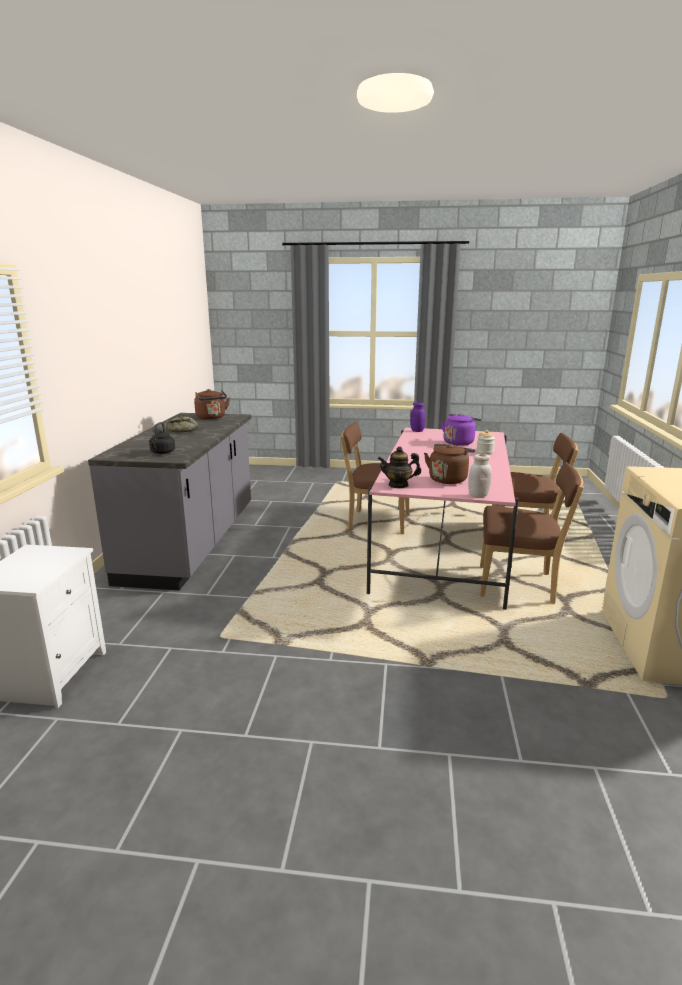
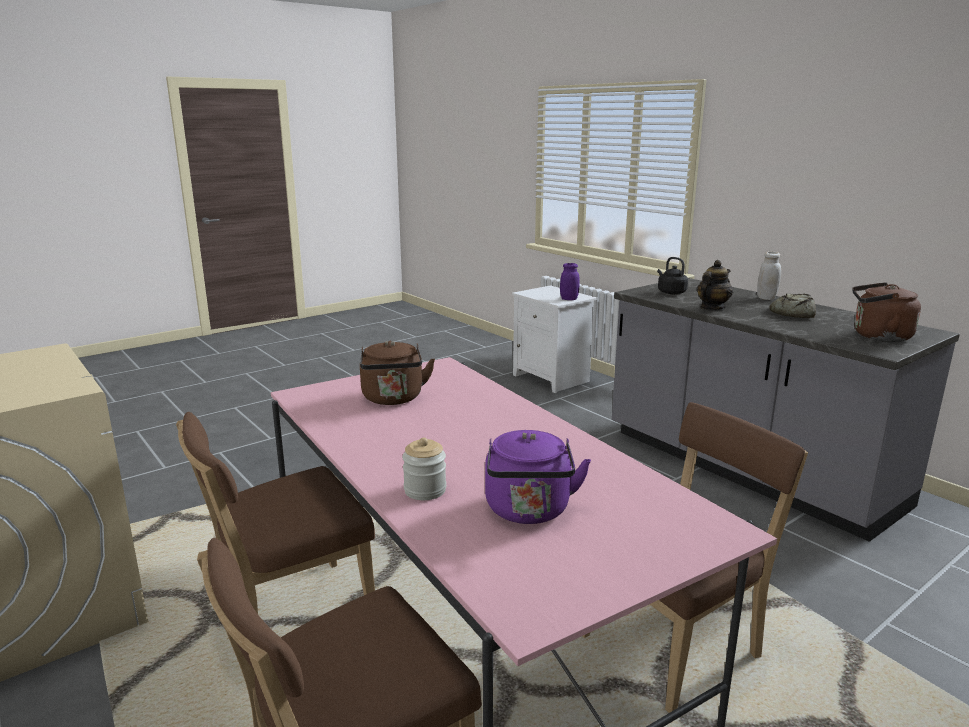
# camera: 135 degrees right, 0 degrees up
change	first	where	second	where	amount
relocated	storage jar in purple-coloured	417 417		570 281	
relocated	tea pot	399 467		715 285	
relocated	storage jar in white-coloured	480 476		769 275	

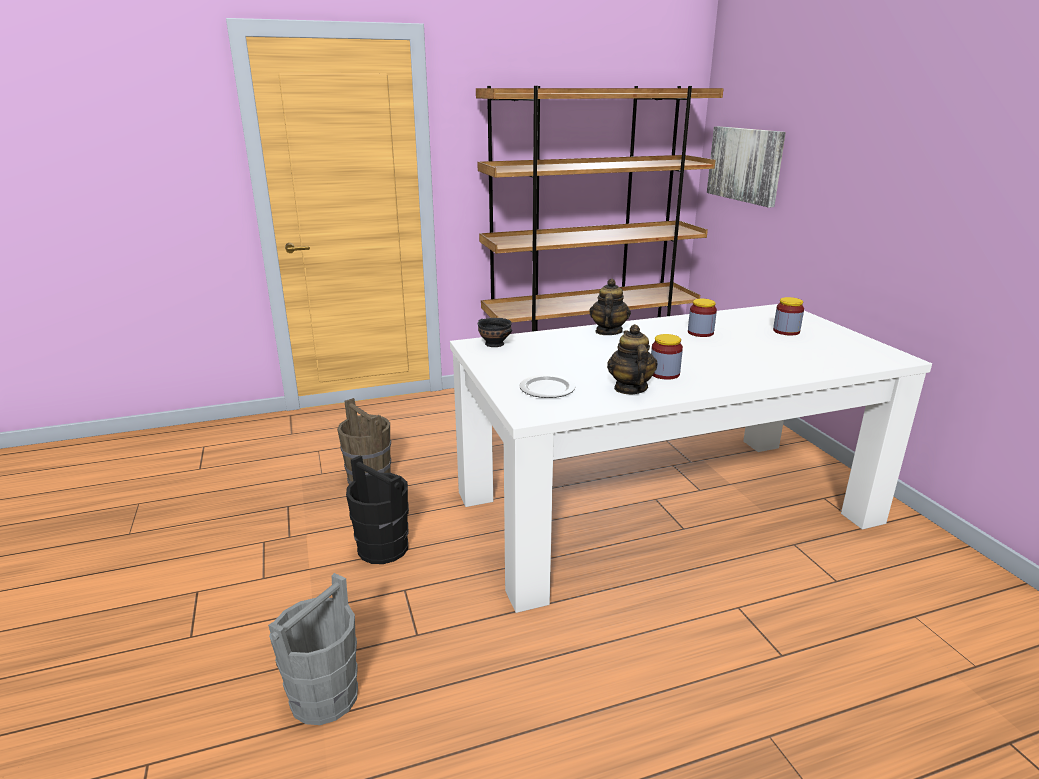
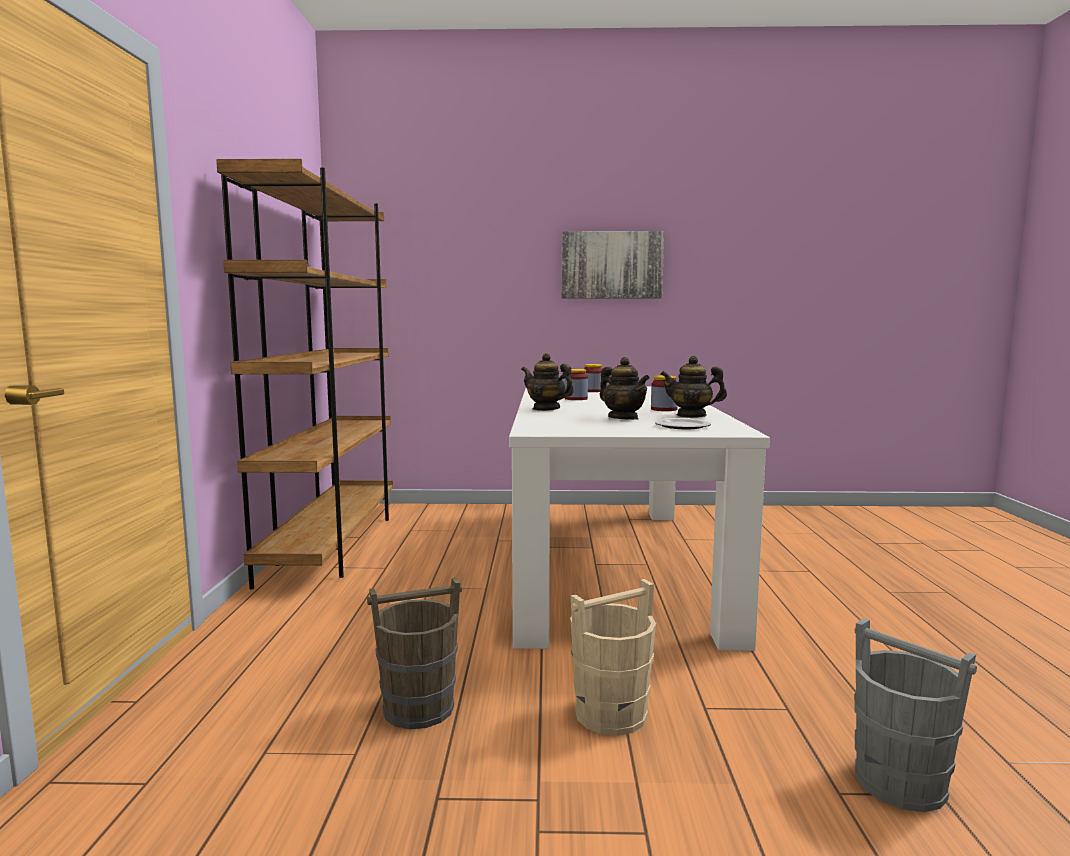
# camera: 70 degrees left, 15 degrees down
change	first	where	second	where	amount
relocated	wall art	746 167		612 264	
colour	water bucket in black-coloured	377 509	water bucket in beige-coloured	613 657	
appeared			tea pot	625 388	
missing	bowl in black-coloured	495 332			

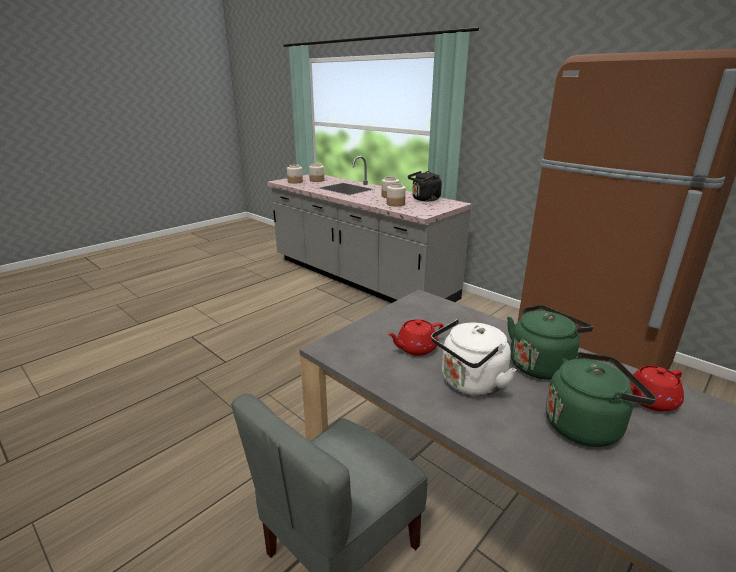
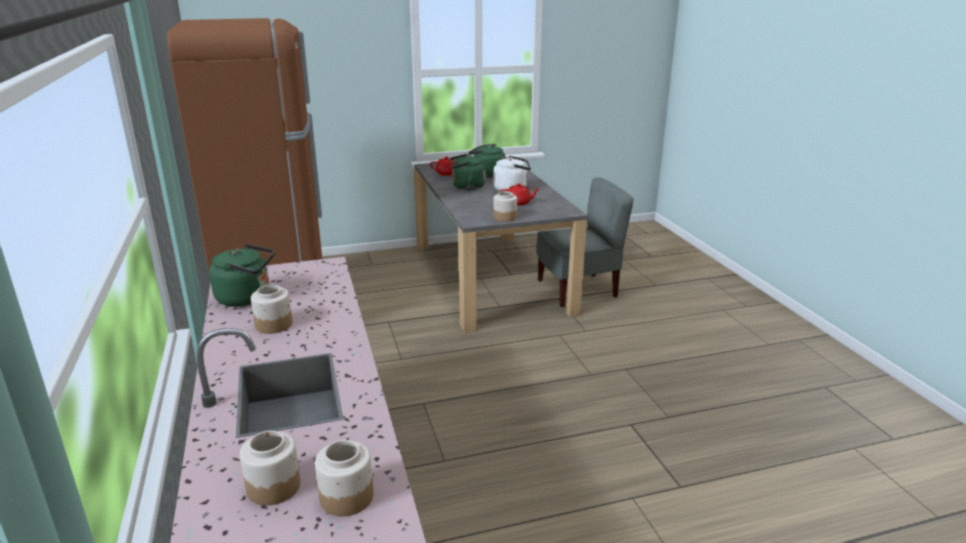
# camera: 150 degrees left, 0 degrees up
change	first	where	second	where	amount
colour	tea kettle in black-coloured	425 186	tea kettle in green-coloured	242 275	
relocated	storage jar	396 195		505 206	

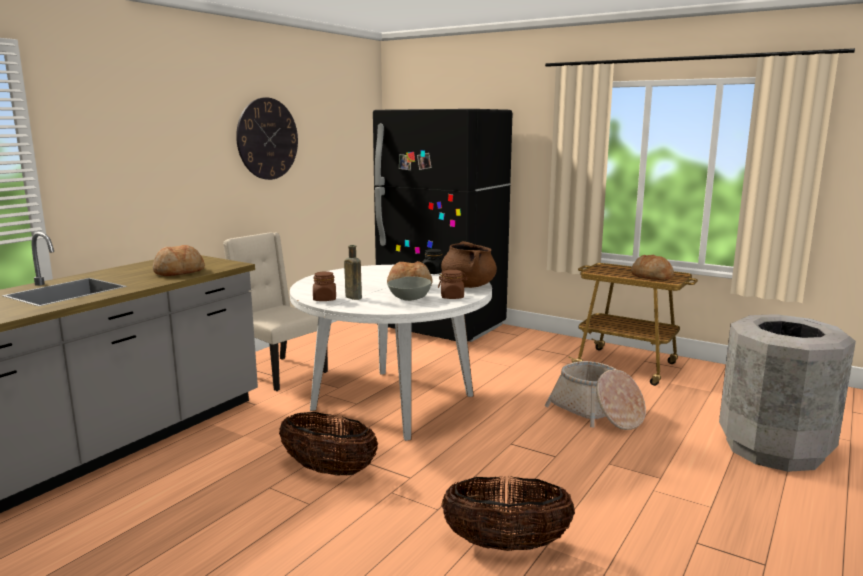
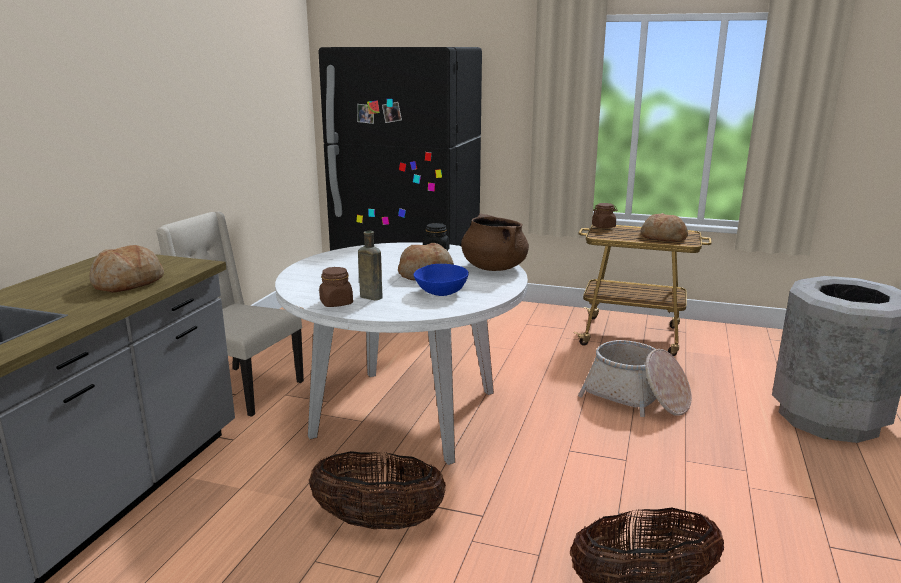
# camera: 15 degrees left, 5 degrees up
change	first	where	second	where	amount
colour	bowl in grey	409 288	bowl in blue	441 280	
relocated	storage jar in brownish	453 284		604 215	
missing	clock on the wall	267 139			

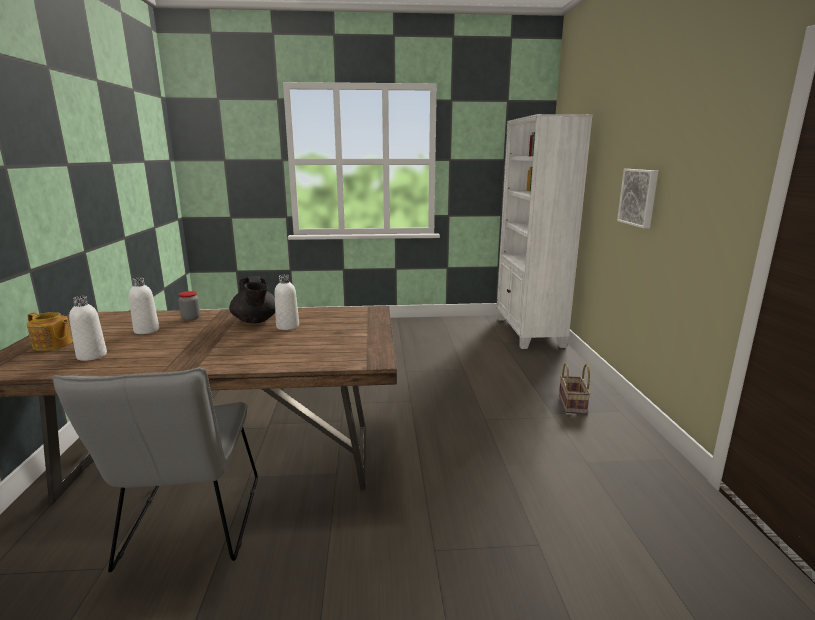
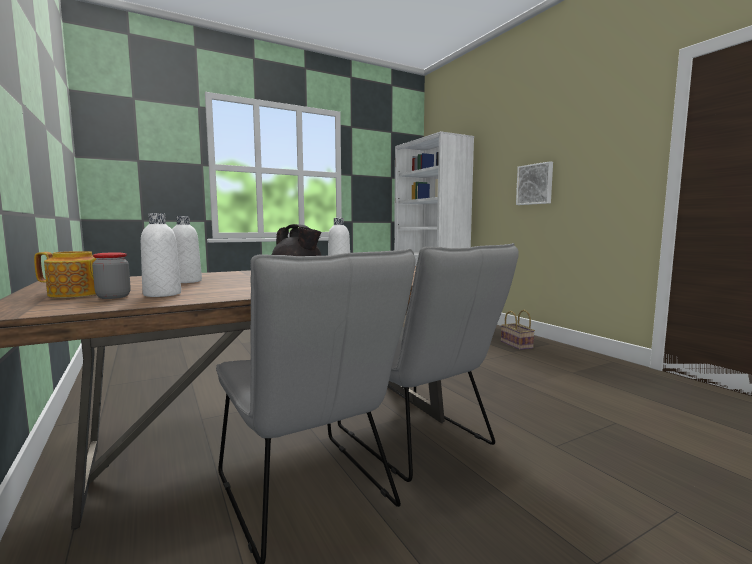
# camera: 25 degrees left, 10 degrees down
change	first	where	second	where	amount
relocated	storage jar	189 306		111 275	
appeared			upright chair in grey	428 362	

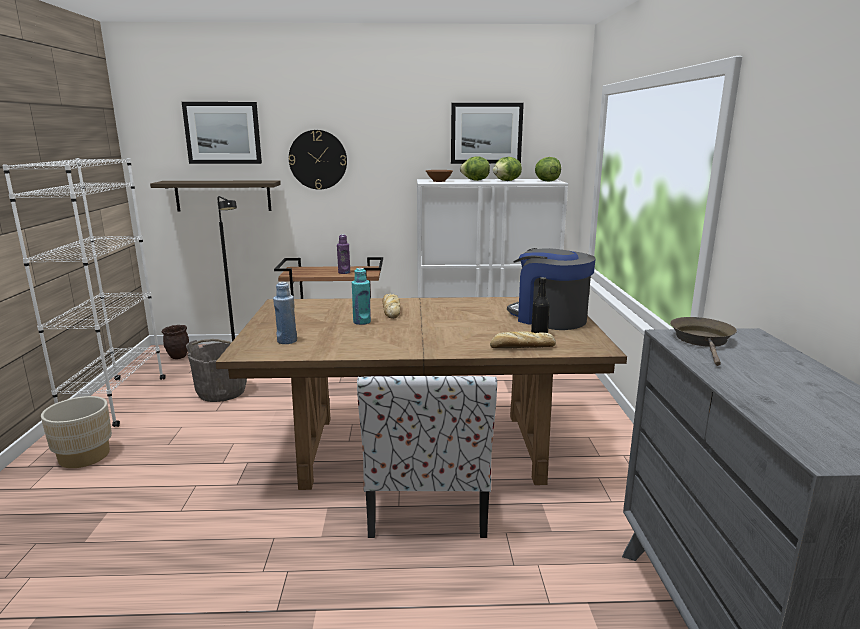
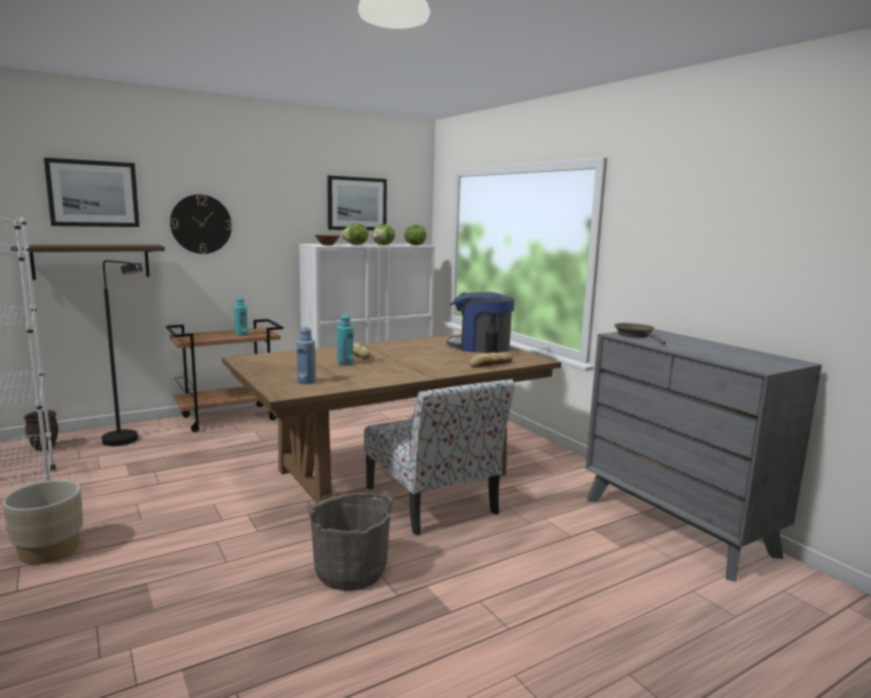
# camera: 30 degrees left, 5 degrees down
change	first	where	second	where	amount
colour	drink bottle in purple-coloured	343 254	drink bottle in turquoise-coloured	241 316	
relocated	water bucket in grey	216 370		350 541	

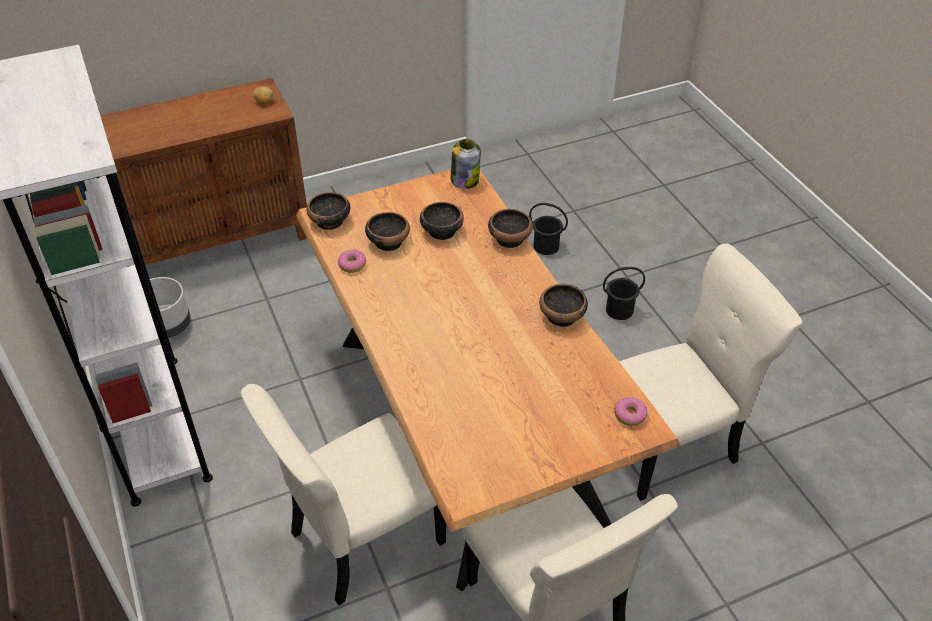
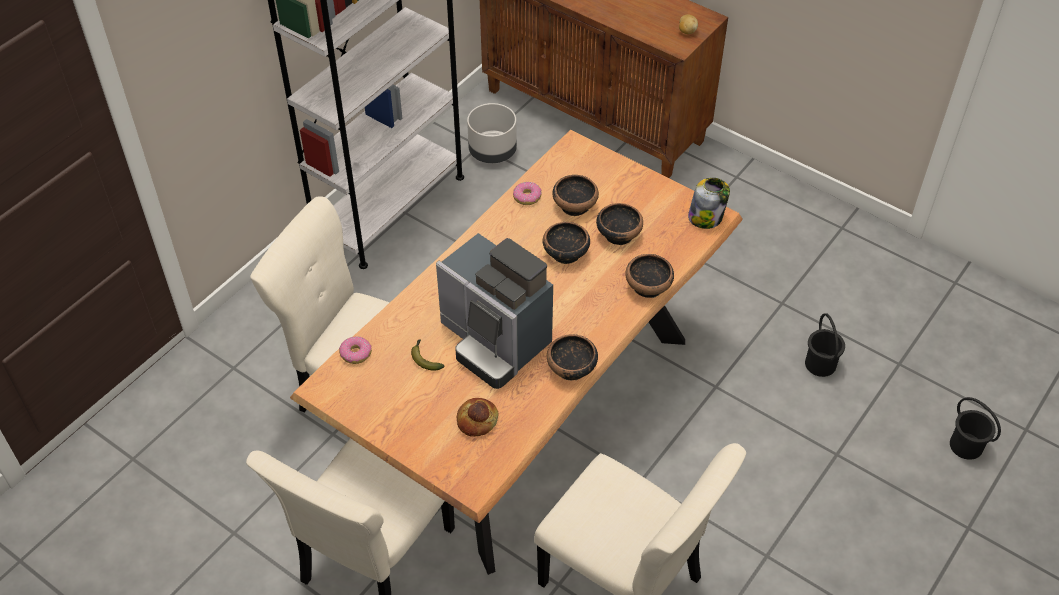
# camera: 60 degrees right, 5 degrees up
change	first	where	second	where	amount
relocated	ring doughnut	630 411		355 350	
appeared			whole banana	427 354	
appeared			coffee maker	494 311	
appeared			bakery bread	478 417	
relocated	bowl	328 211		566 243	
relocated	water bucket in black-coloured	624 293		975 428	

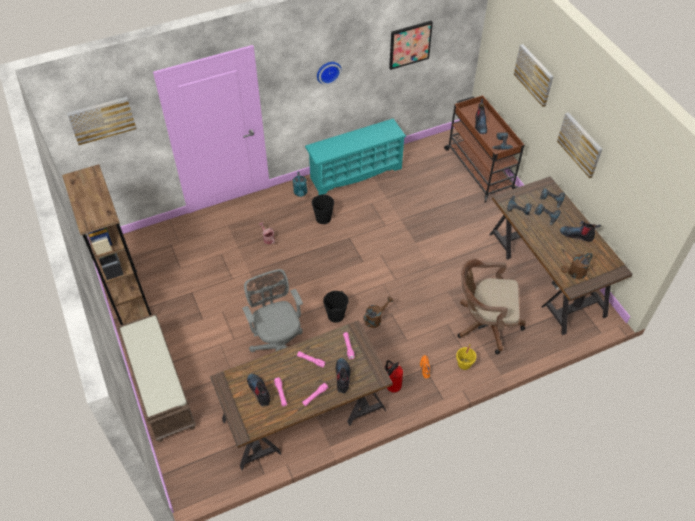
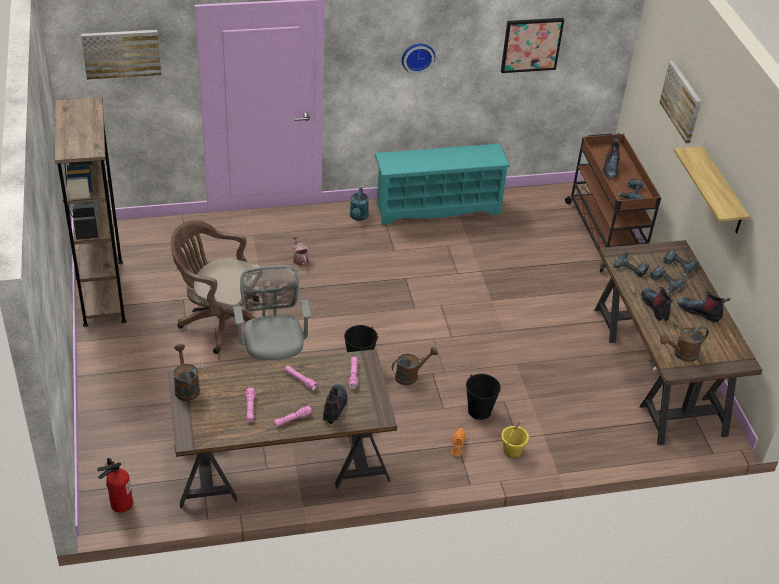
# camera: 10 degrees right, 10 degrees down
change	first	where	second	where	amount
relocated	fire-fighting cylinder	393 376		115 485	
relocated	office chair in brownish	491 306		216 287	
appeared			watering can in brownish	186 372	
relocated	water bucket in black-coloured	323 209		483 397	
relocated	boot	258 390		657 304	
exchanged	wall art	579 145	bracket shelf	712 190	
missing	long seat in brownish	157 378			

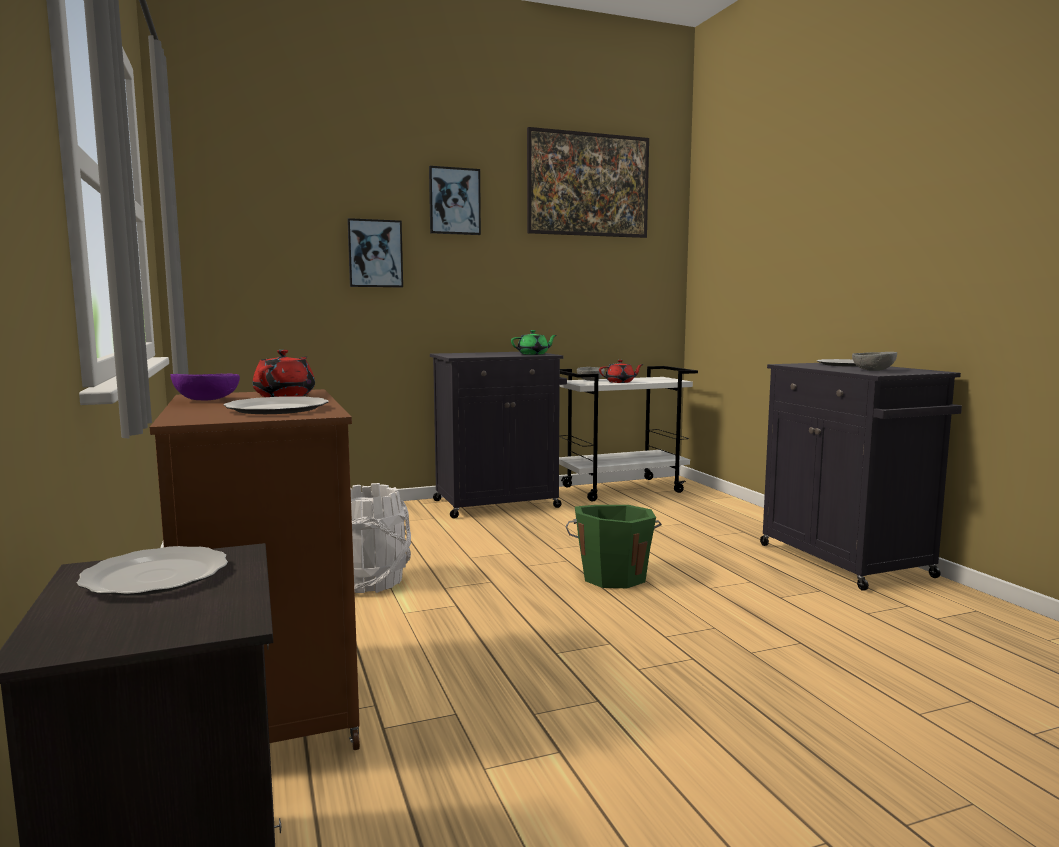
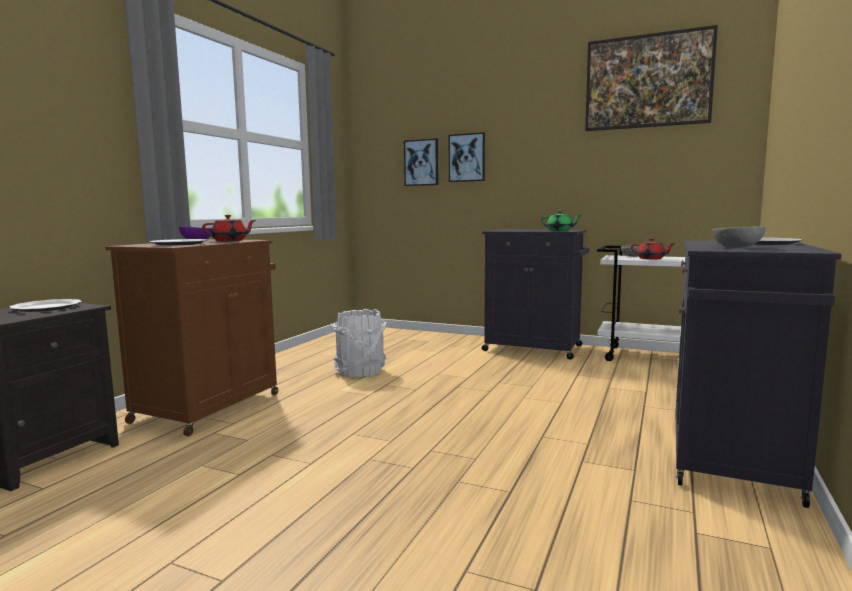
# camera: 45 degrees right, 0 degrees up
change	first	where	second	where	amount
relocated	wall art	455 200		421 162	
missing	water bucket in green-coloured	613 546			

